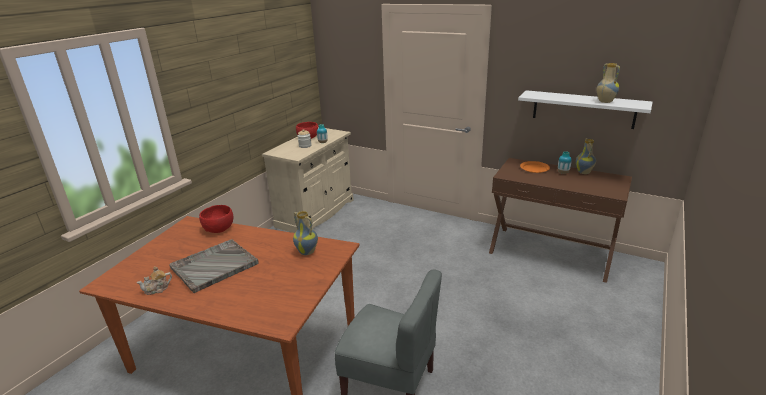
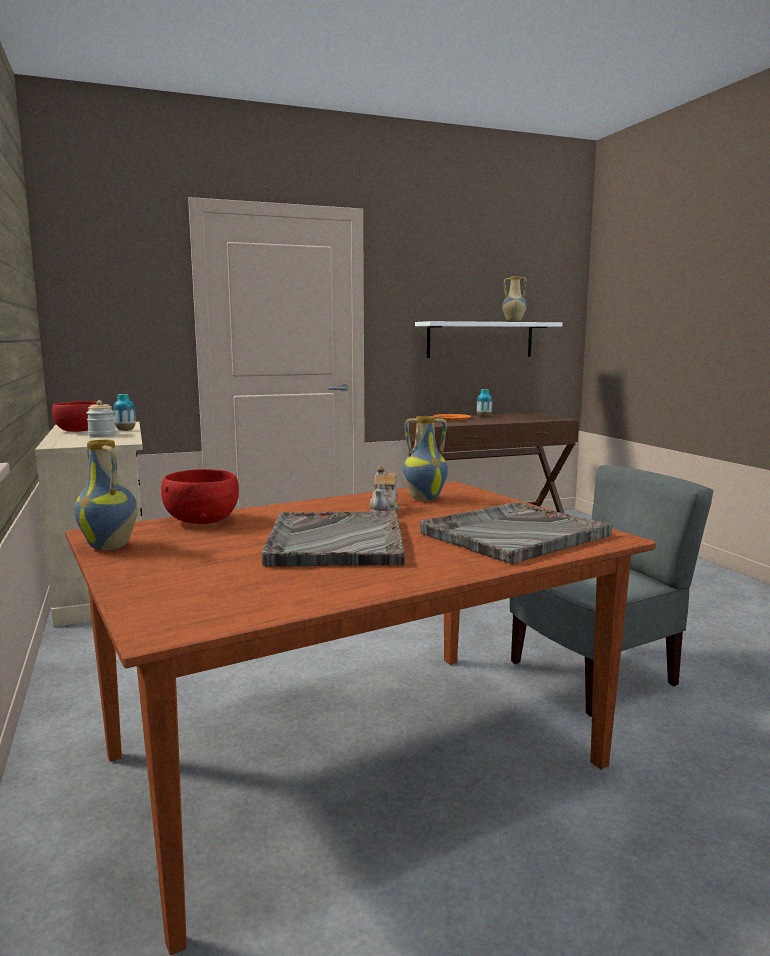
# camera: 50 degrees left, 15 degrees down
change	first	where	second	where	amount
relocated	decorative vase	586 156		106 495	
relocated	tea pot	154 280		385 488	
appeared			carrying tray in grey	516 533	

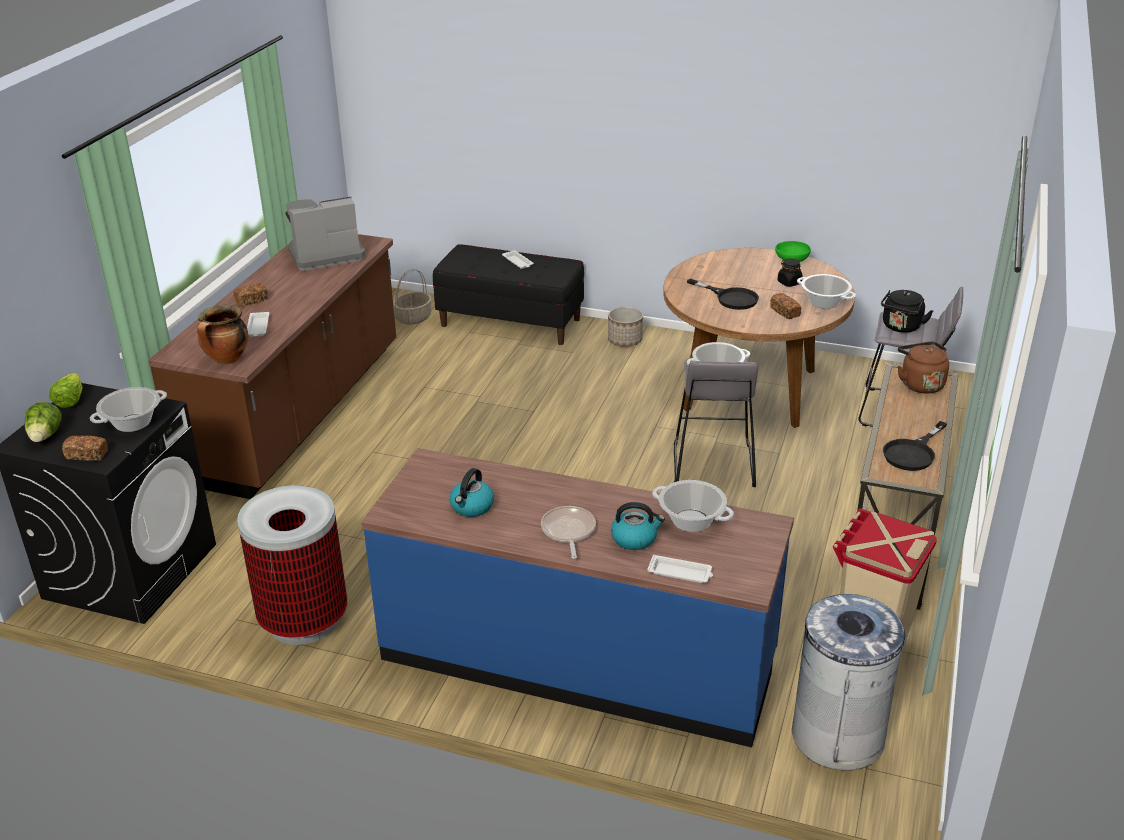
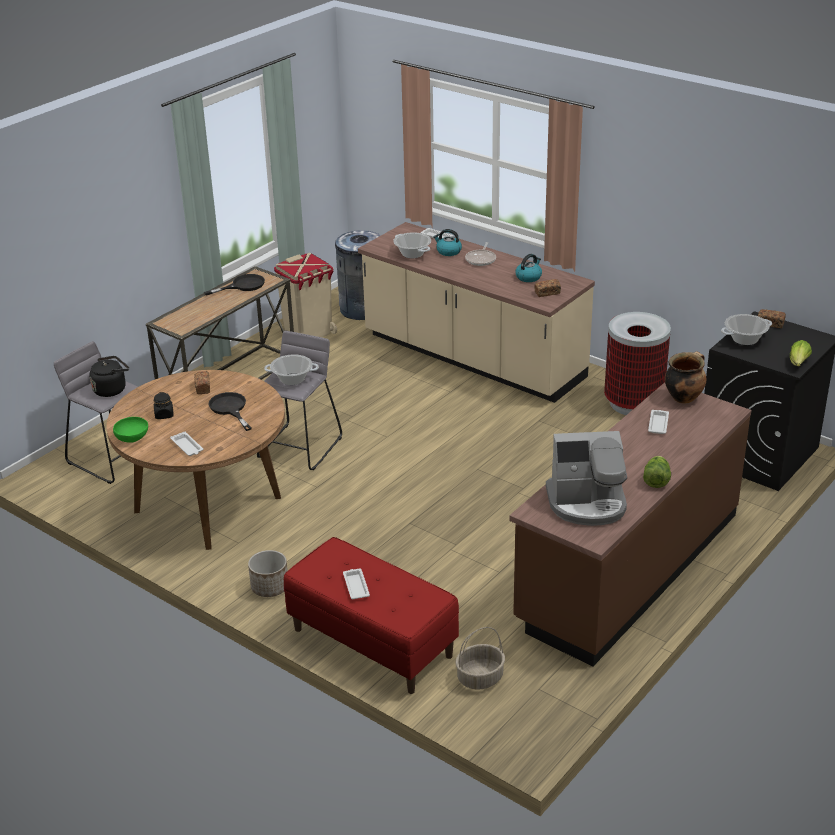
# camera: 160 degrees left, 0 degrees up
change	first	where	second	where	amount
appeared			carrying tray in white-coloured	186 444	
colour	long seat in black-coloured	508 294	long seat in red-coloured	371 615	
colour	kitchen counter in blue	577 597	kitchen counter in beige-coloured	476 312	
relocated	bakery bread	250 295		547 288	
relocated	head of lettuce	43 422		657 472	
missing	saucepot	826 291			
missing	tea kettle in brownish	923 367			

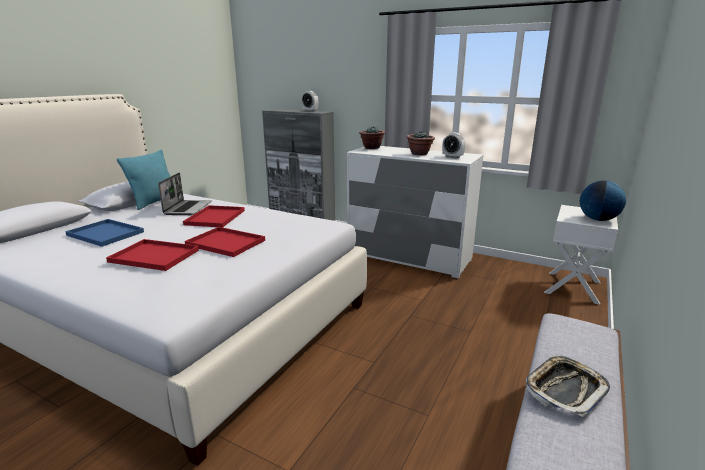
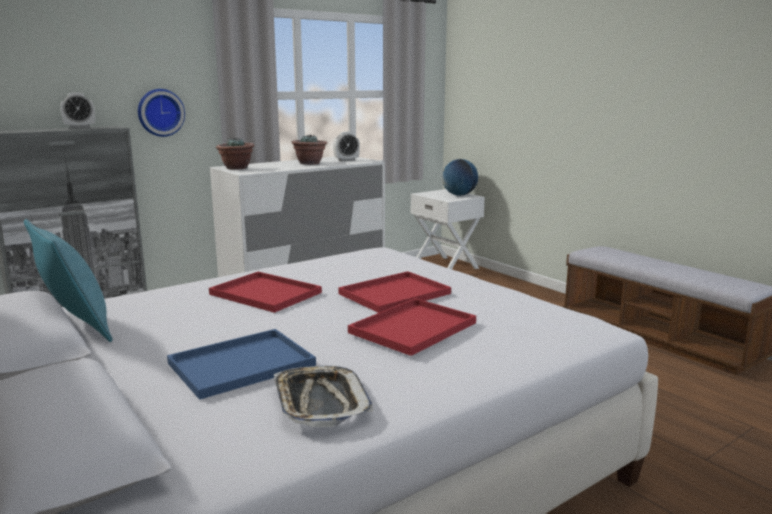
# camera: 65 degrees left, 5 degrees down
change	first	where	second	where	amount
appeared			clock on the wall	161 113	
relocated	carrying tray	568 385		323 396	
missing	portable computer	185 194			

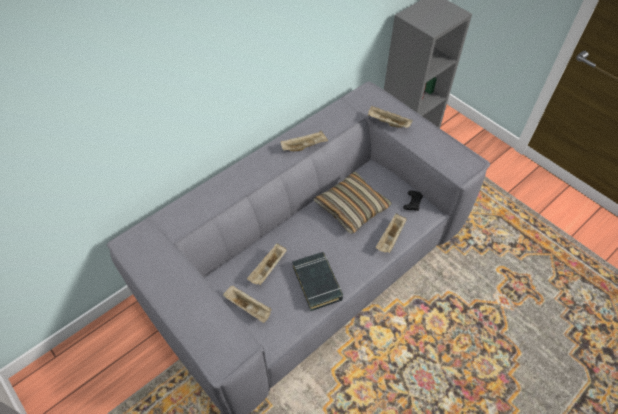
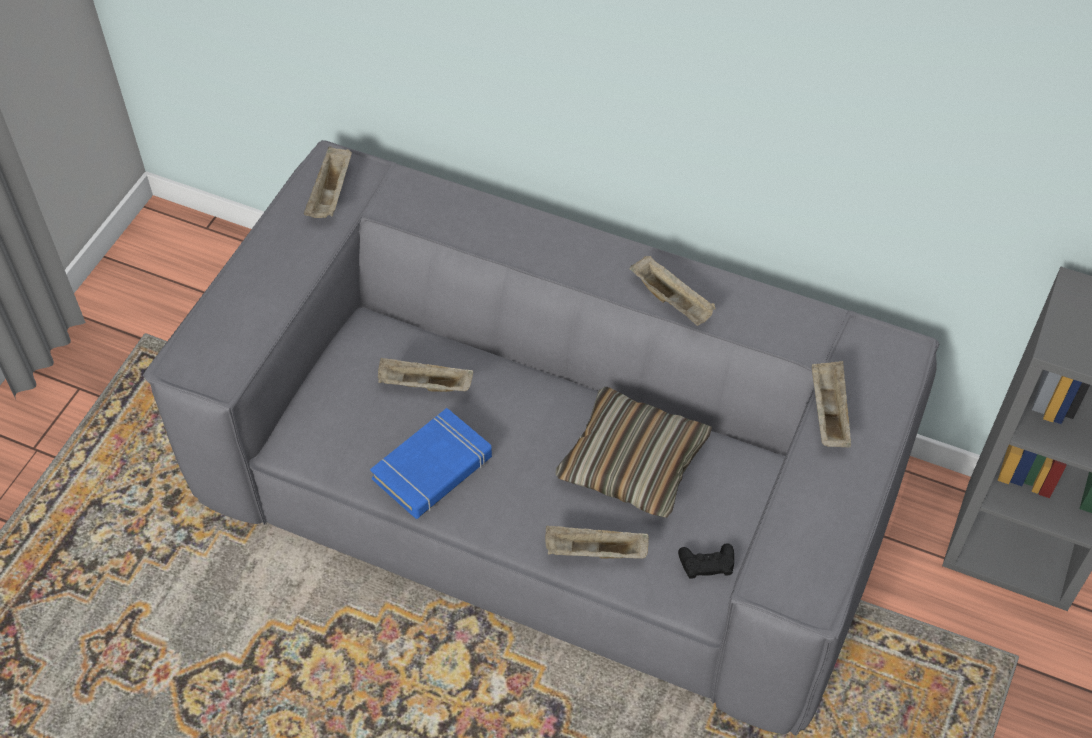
# camera: 65 degrees right, 0 degrees up
change	first	where	second	where	amount
relocated	carrying tray in beige-coloured	247 304		328 182	
colour	bound book in black-coloured	317 281	bound book in blue	431 463	

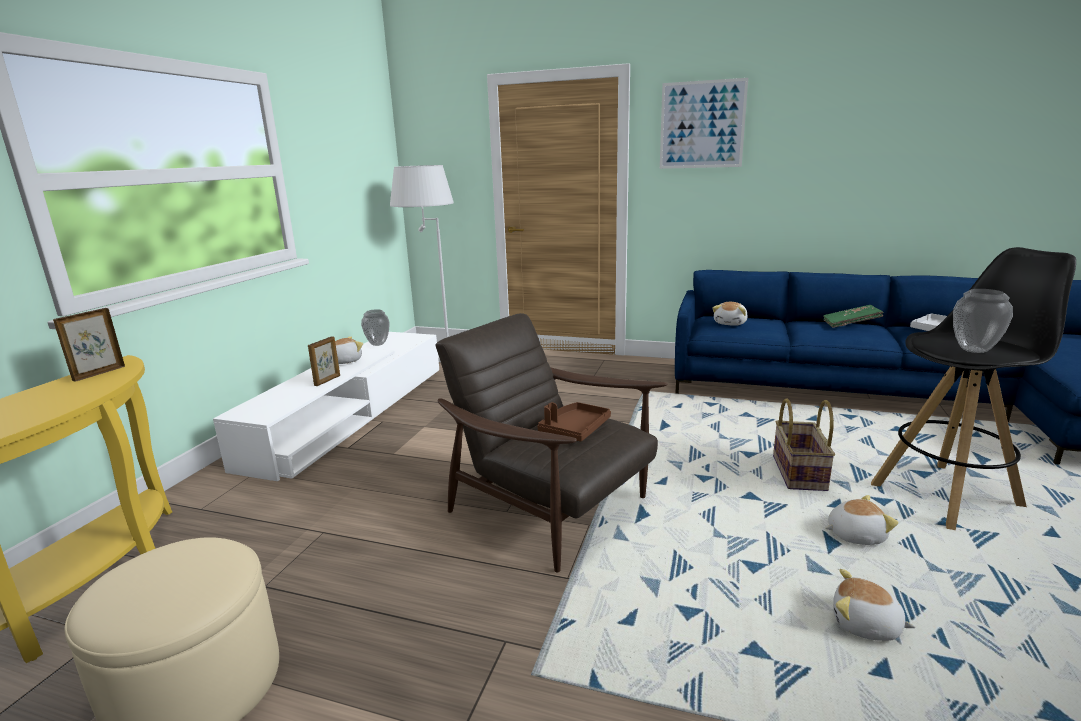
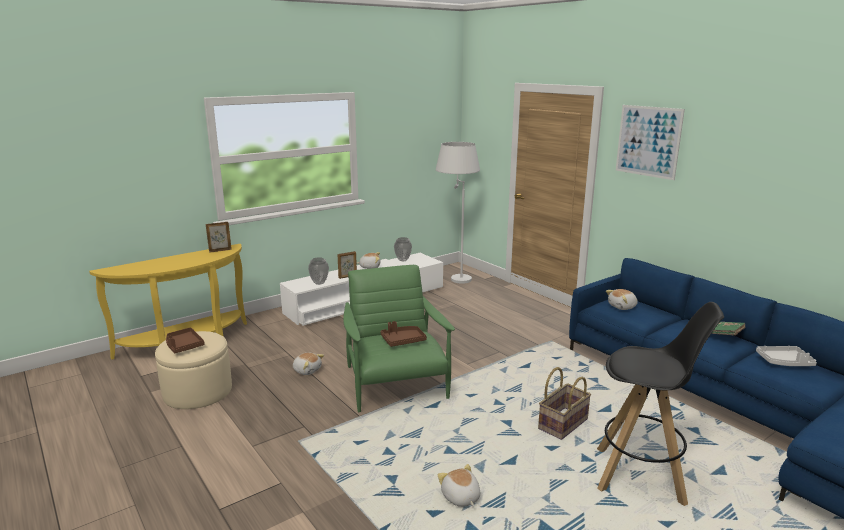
# camera: 35 degrees right, 0 degrees up
change	first	where	second	where	amount
appeared			carrying tray in brownish	185 340	
relocated	plush toy	862 520		308 364	
relocated	decorative vase	983 321		318 271	
colour	lounge chair in brownish	551 443	lounge chair in green-coloured	399 338	

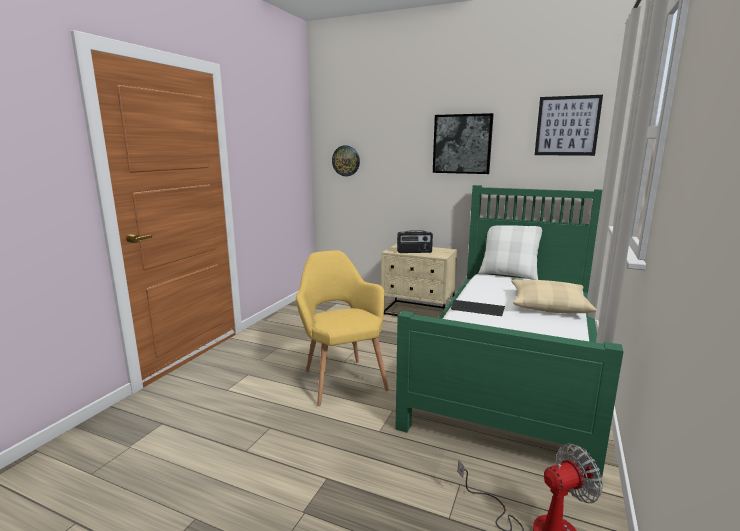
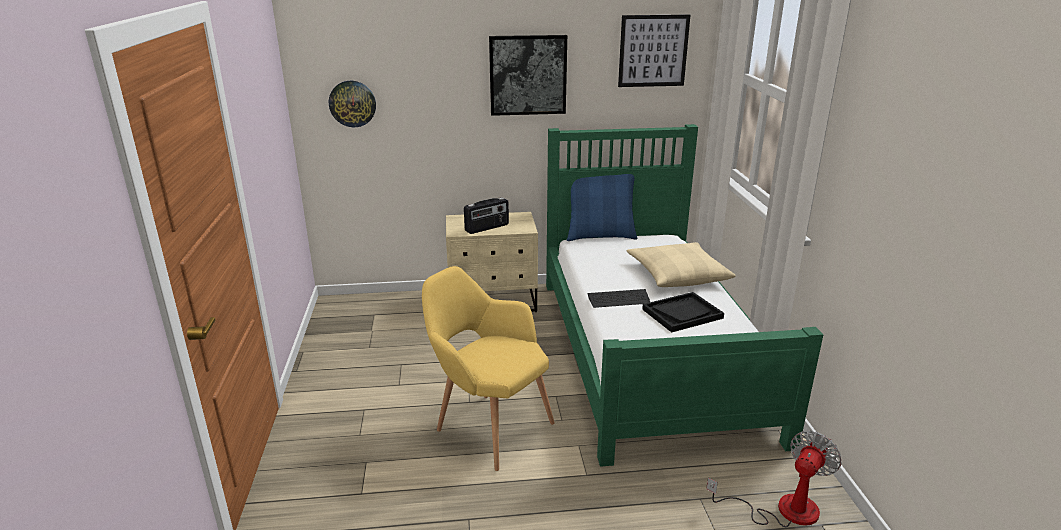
# camera: 30 degrees left, 10 degrees up
change	first	where	second	where	amount
colour	pillow in white-coloured	510 252	pillow in blue	602 207	
appeared			carrying tray in black-coloured	683 312	

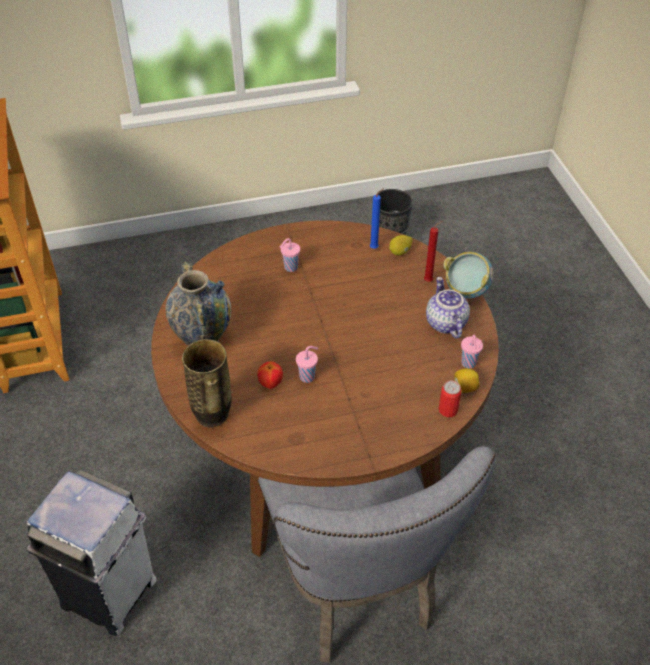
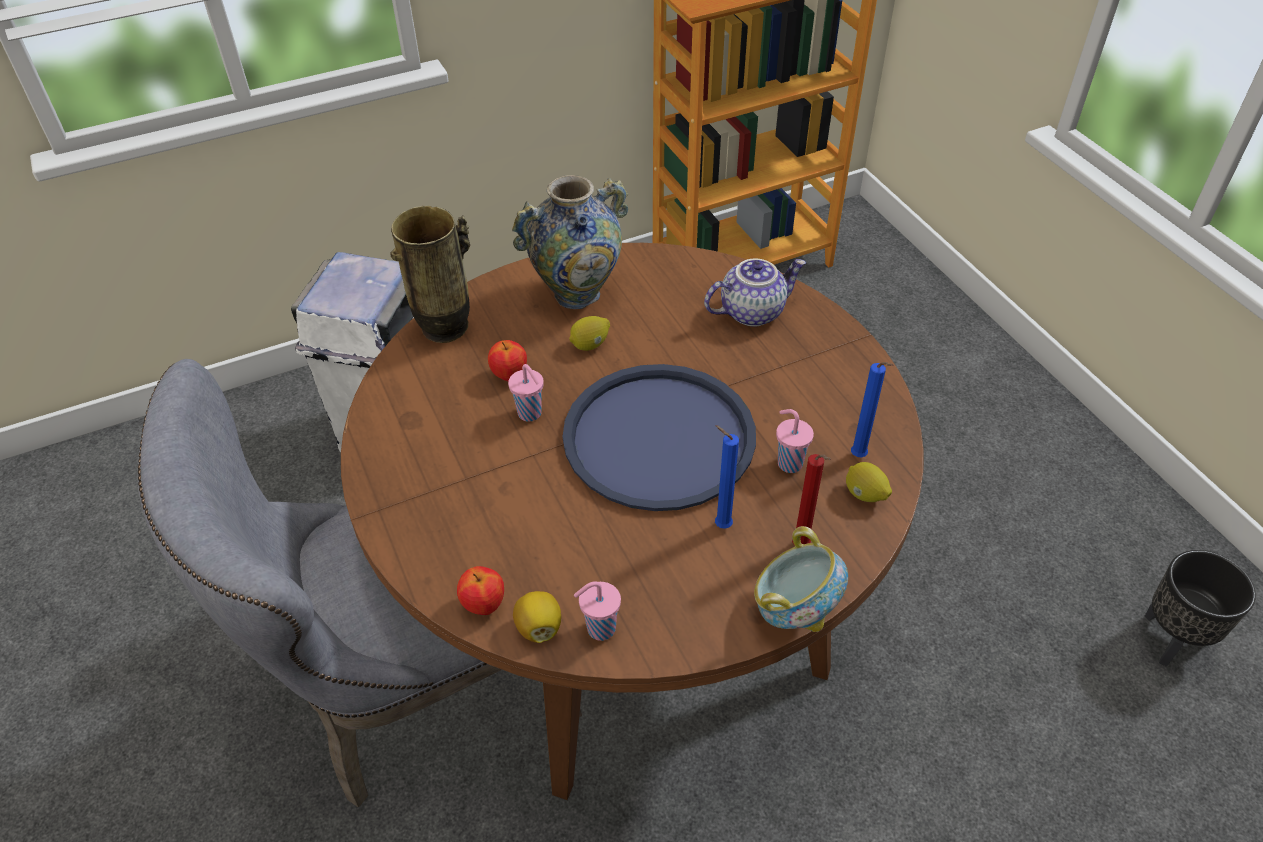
# camera: 80 degrees right, 0 degrees up
change	first	where	second	where	amount
exchanged	metal can	450 399	apple	480 590	
appeared			carrying tray in blue	659 437	
appeared			citrus fruit	589 333	
relocated	tea pot	448 308		755 293	
appeared			candle in blue	727 477	
relocated	cup in pink-coloured	290 255		795 441	

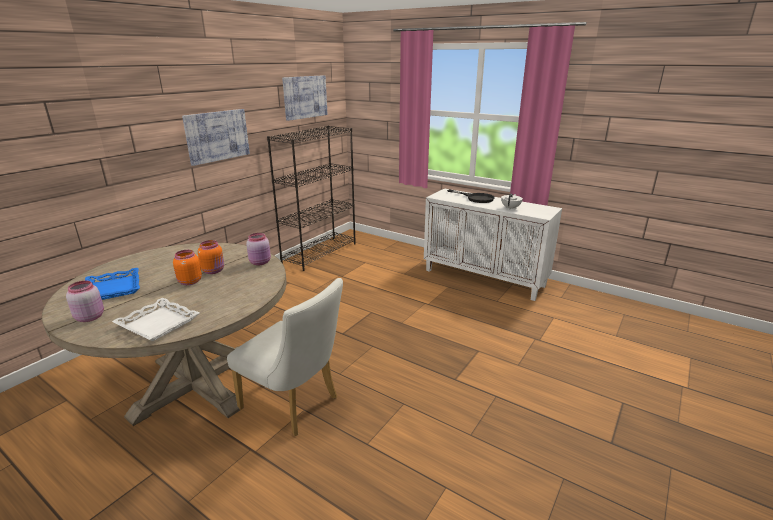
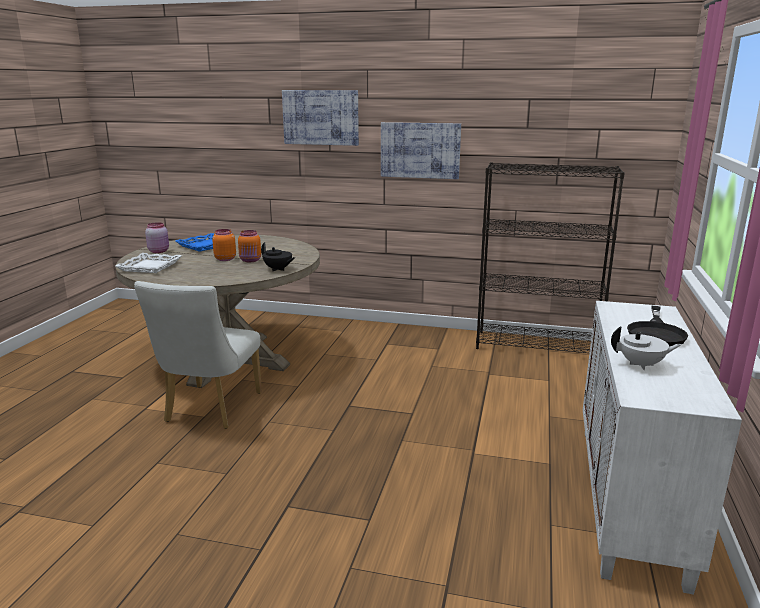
# camera: 70 degrees right, 5 degrees down
change	first	where	second	where	amount
exchanged	storage jar in pink-coloured	258 249	tea pot in black-coloured	278 256	
relocated	wall art	305 98		320 118	

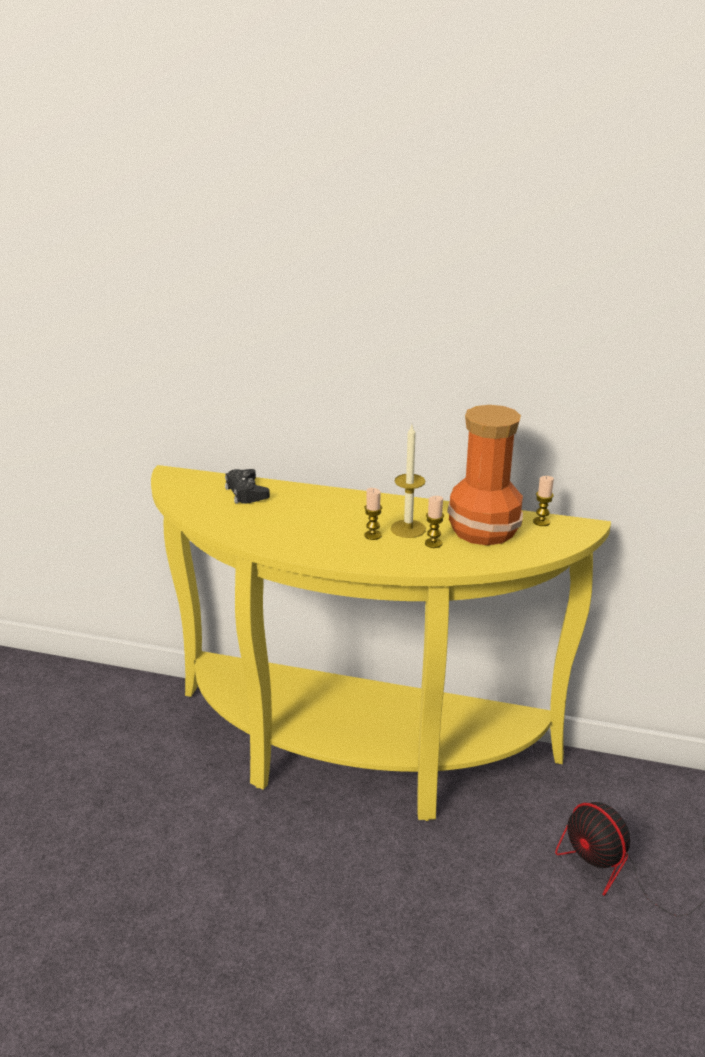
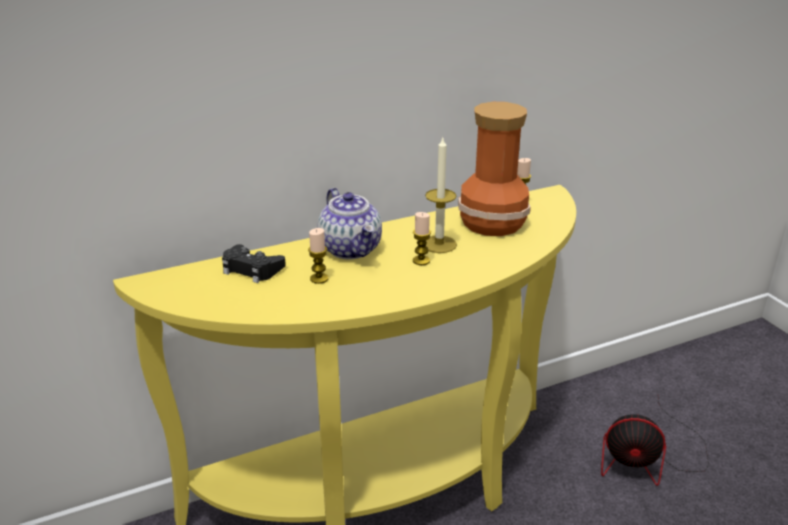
# camera: 40 degrees left, 0 degrees up
change	first	where	second	where	amount
relocated	candle	434 522		318 256	
appeared			tea pot	349 223	

